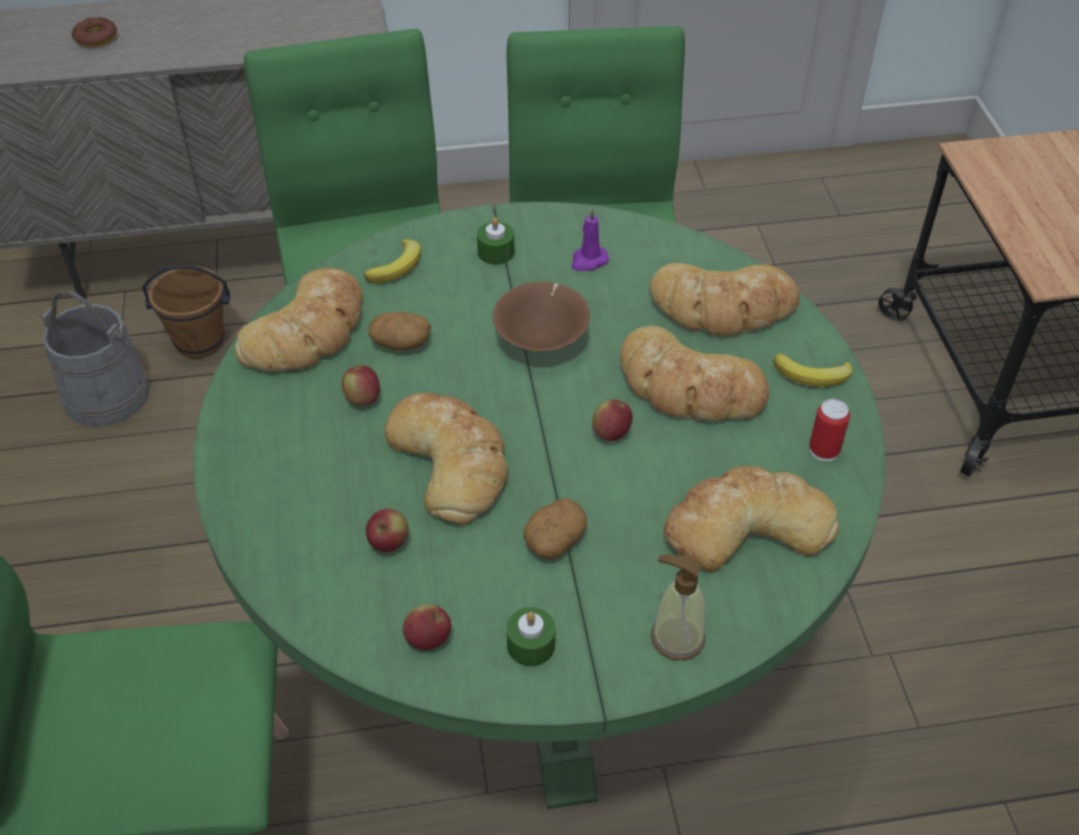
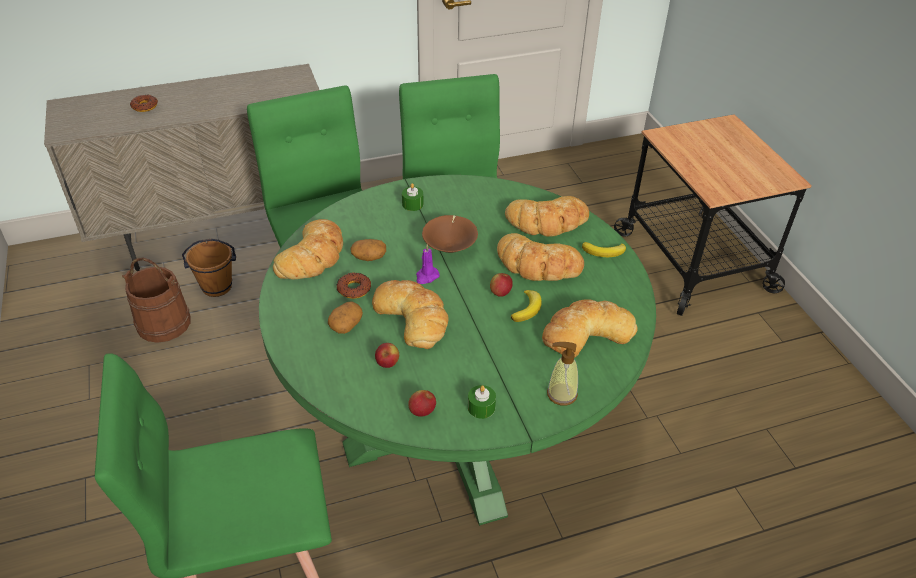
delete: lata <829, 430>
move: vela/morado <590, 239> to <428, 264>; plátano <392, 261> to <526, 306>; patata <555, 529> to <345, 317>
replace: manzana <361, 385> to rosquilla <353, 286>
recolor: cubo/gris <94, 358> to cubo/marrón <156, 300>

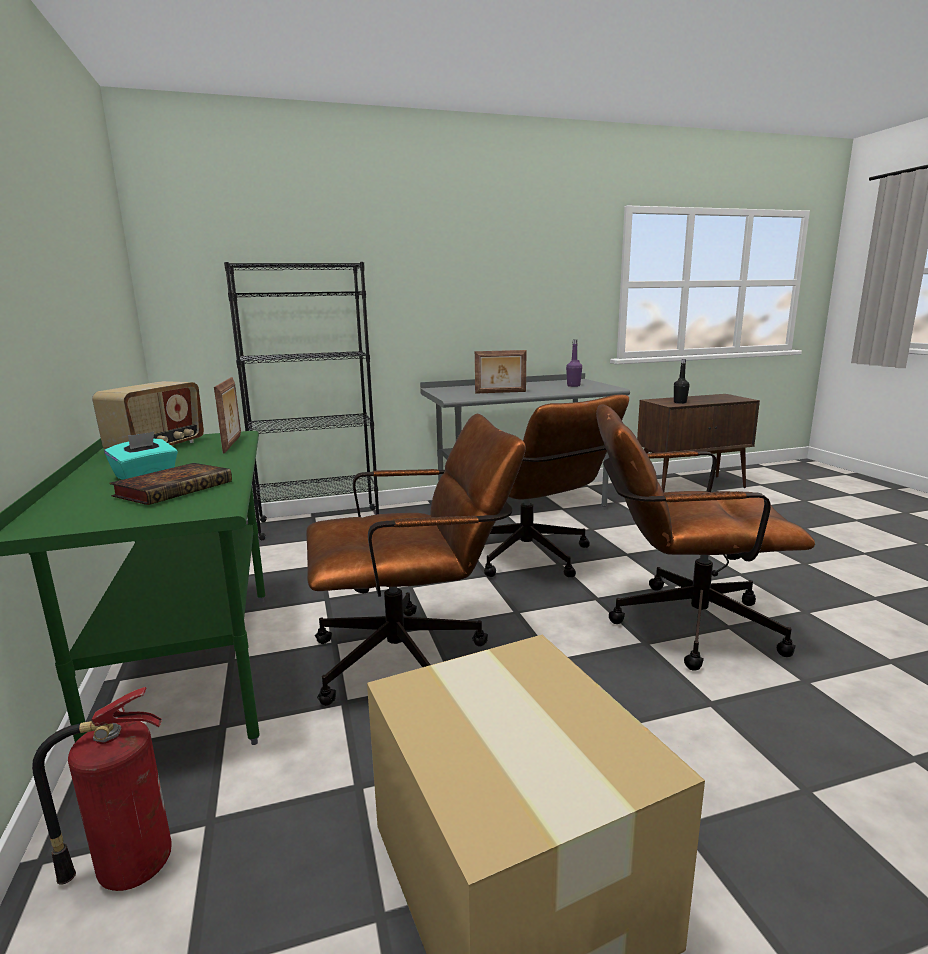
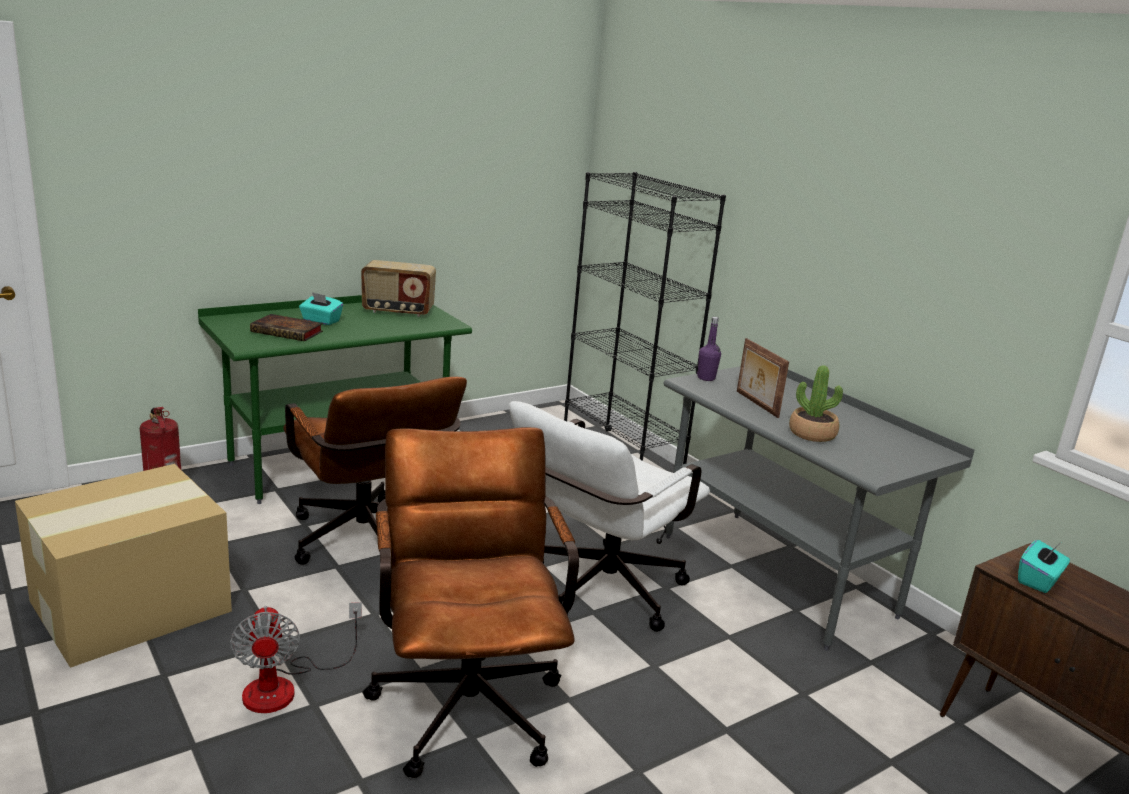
delete: portarretratos <227, 415>
insert: planta en maceta <816, 403>; ventilador <296, 657>
move: botella/morado <574, 363> to <709, 349>
replace: botella/negro <682, 381> to caja de pañuelos/turquesa <1044, 566>
recolor: silla de oficina/marrón <556, 485> to silla de oficina/blanco <609, 516>

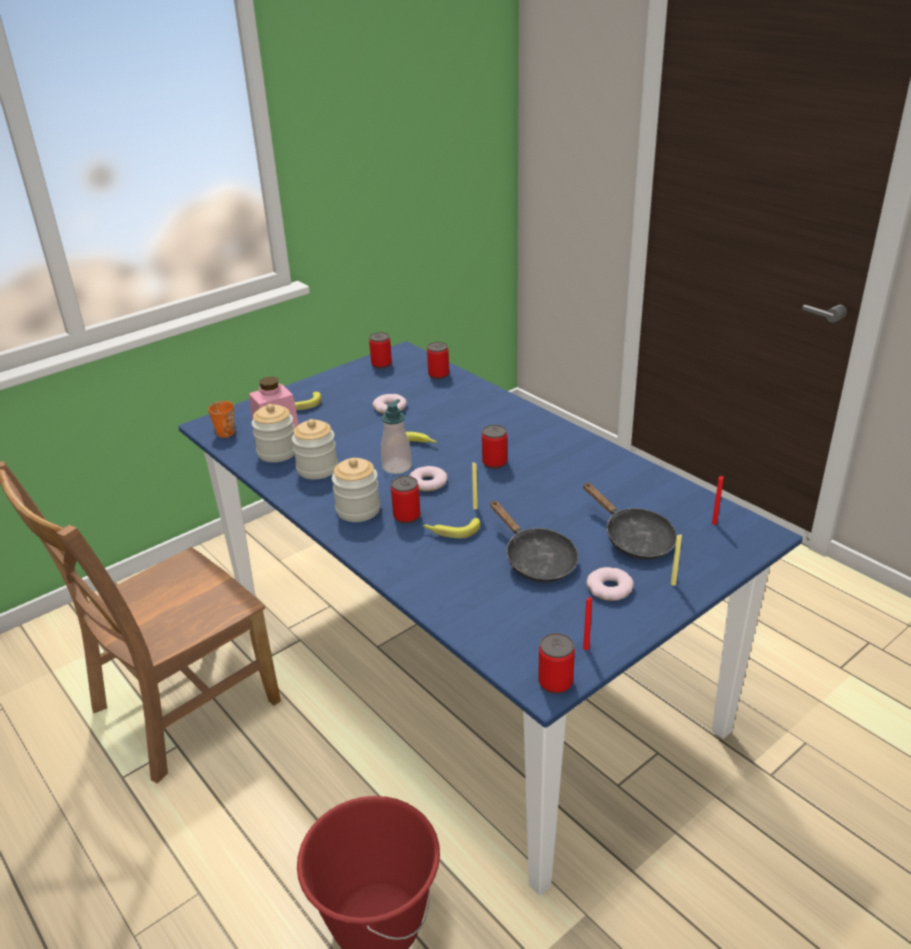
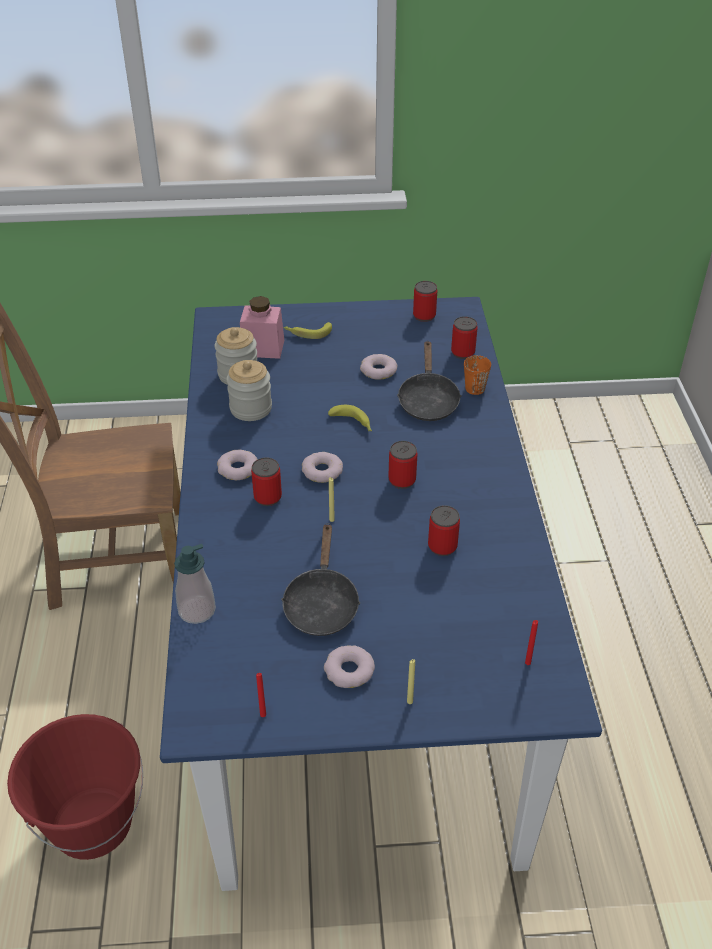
delete: plátano <451, 528>
move: dispensador de jabón <396, 436> to <195, 584>; taza grande/naranja <221, 419> to <477, 375>; sartén/negro <630, 521> to <429, 381>; lata <556, 663> to <444, 530>
replace: tarro <356, 490> to rosquilla <237, 465>

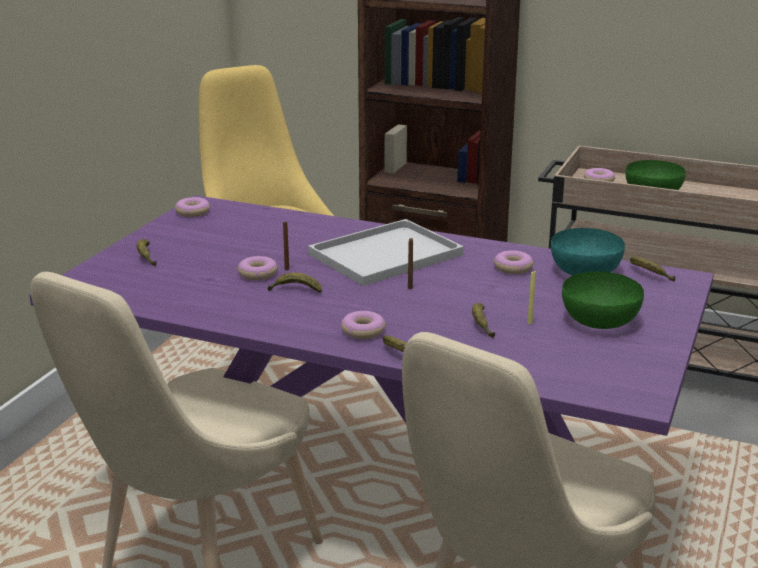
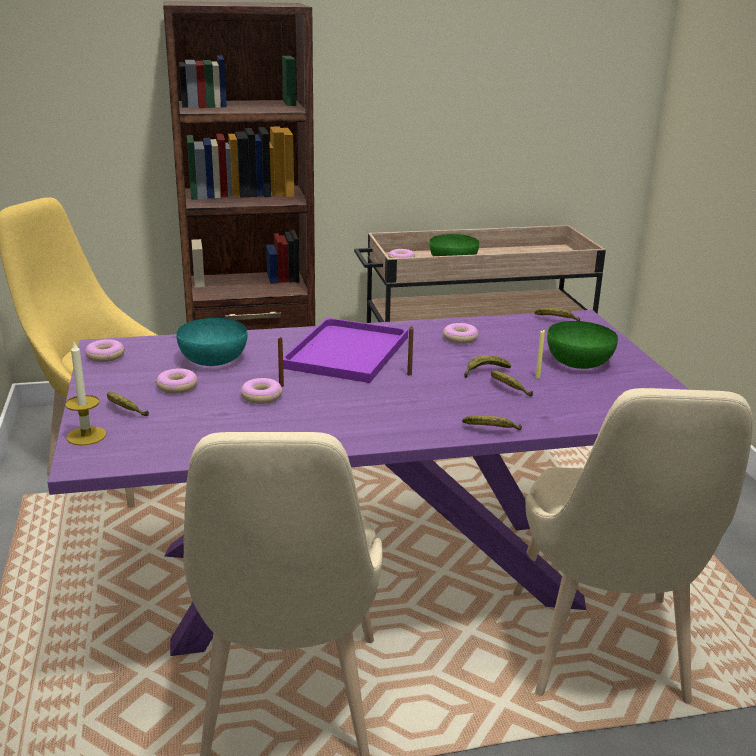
insert: vela <85, 393>
move: cuenco/turquesa <588, 251> to <212, 342>; plátano <294, 282> to <487, 366>; rosquilla <363, 325> to <177, 381>
recolor: bandeja/blanco <386, 252> to bandeja/morado <345, 350>

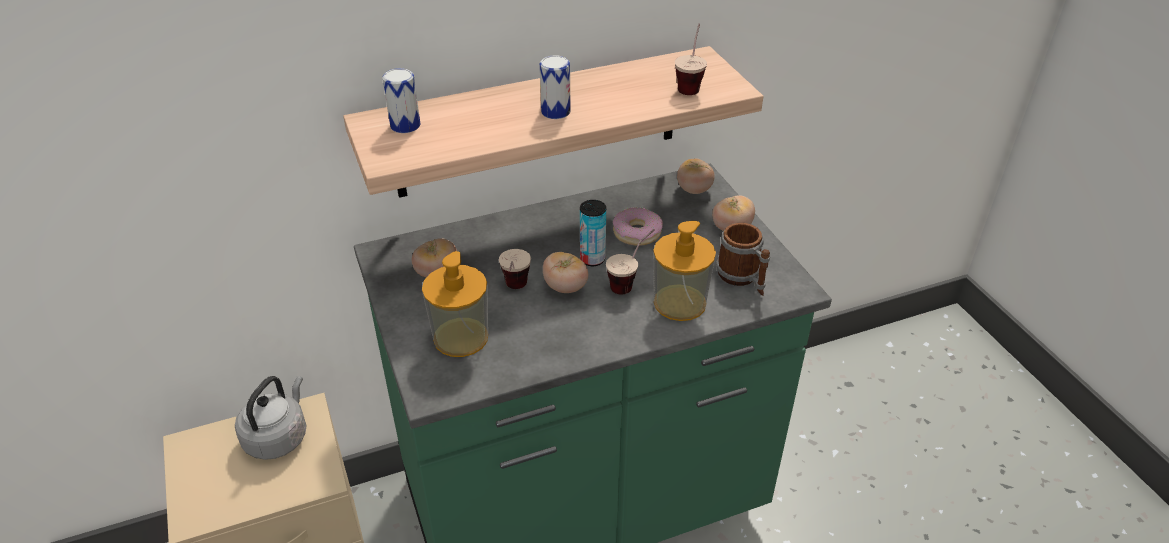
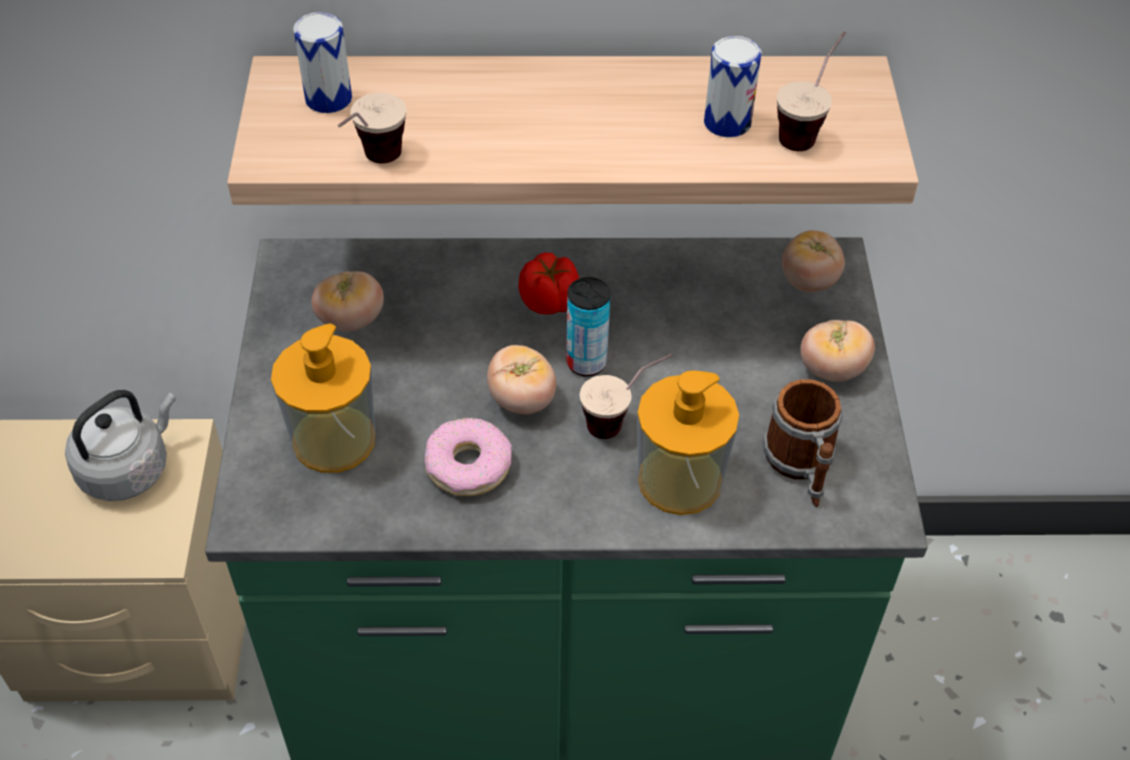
insert: tomate <549, 283>
move: lata <555, 87> to <733, 87>; rosquilla <638, 226> to <468, 457>; taza <515, 269> to <372, 128>

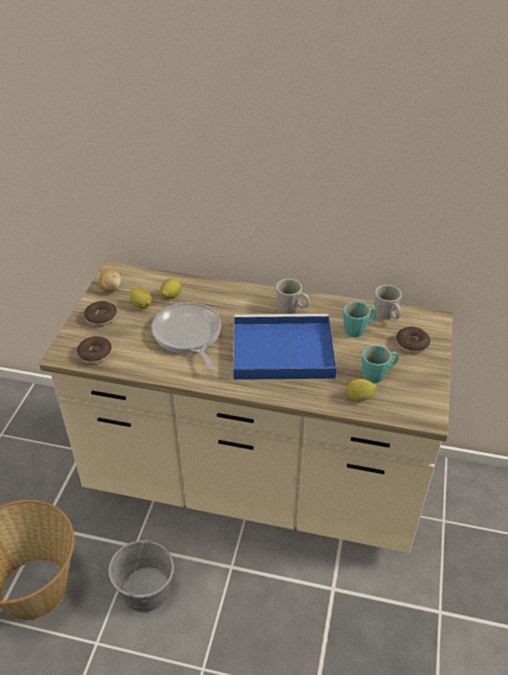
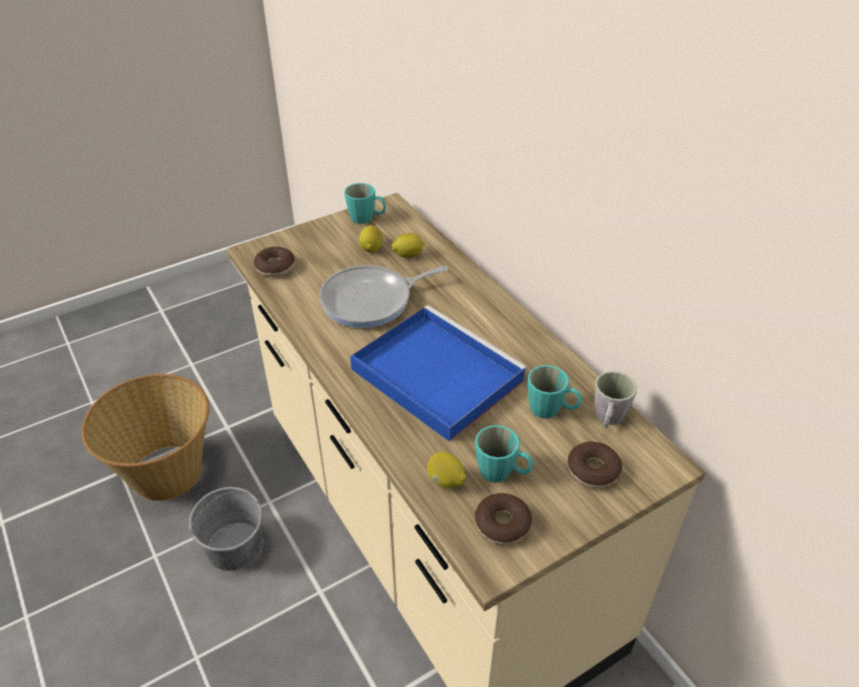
delete: taza grande/gris <293, 296>
move: rosquilla <100, 313> to <503, 519>
replace: patata <109, 281> to taza grande/turquesa <365, 203>
rotate: sartén <186, 336> = <383, 296> 135 degrees counterclockwise

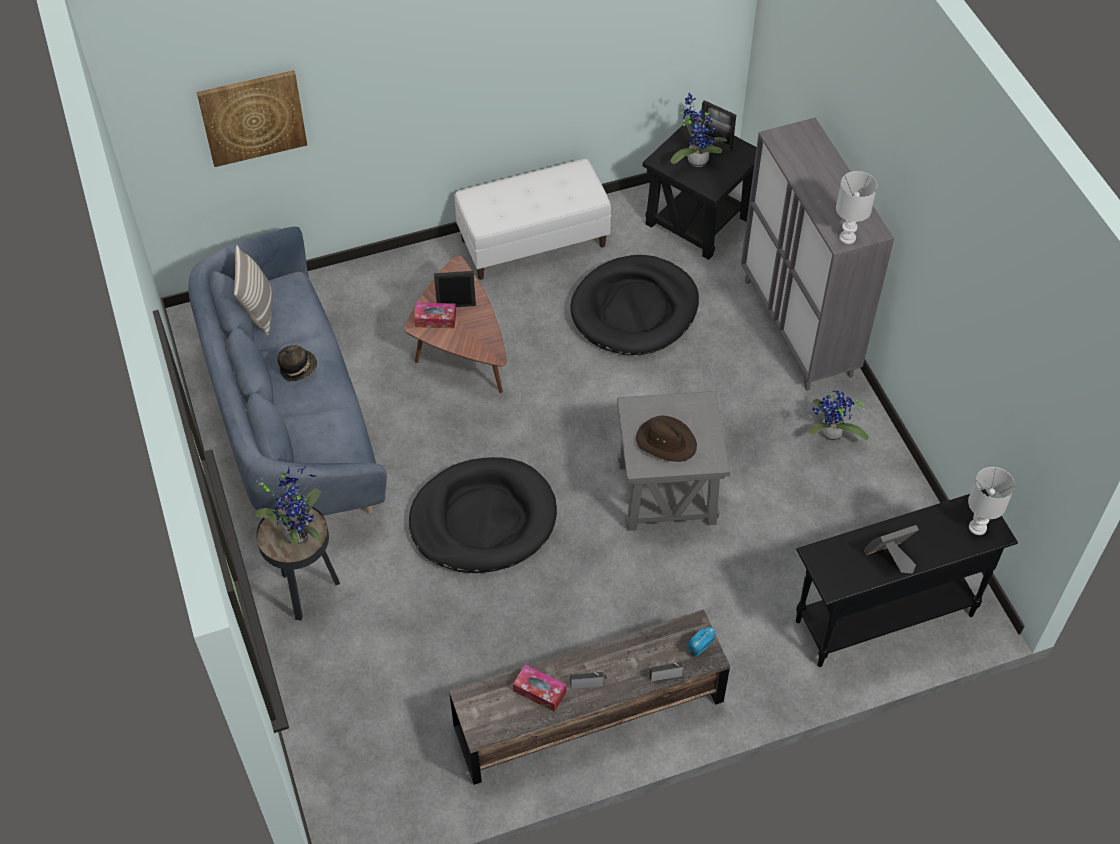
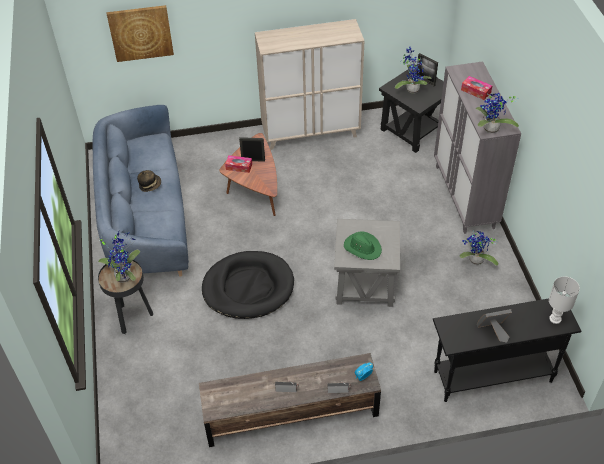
delete: cojín <253, 290>; cama para perro/negro <634, 305>
move: caja de pañuelos <539, 688> to <476, 88>
replace: banco/blanco <533, 219> to armario/beis <309, 84>; lámpara de mesa/blanco <856, 207> to planta en maceta <497, 113>
recolor: sombrero/marrón <666, 438> to sombrero/verde <363, 245>

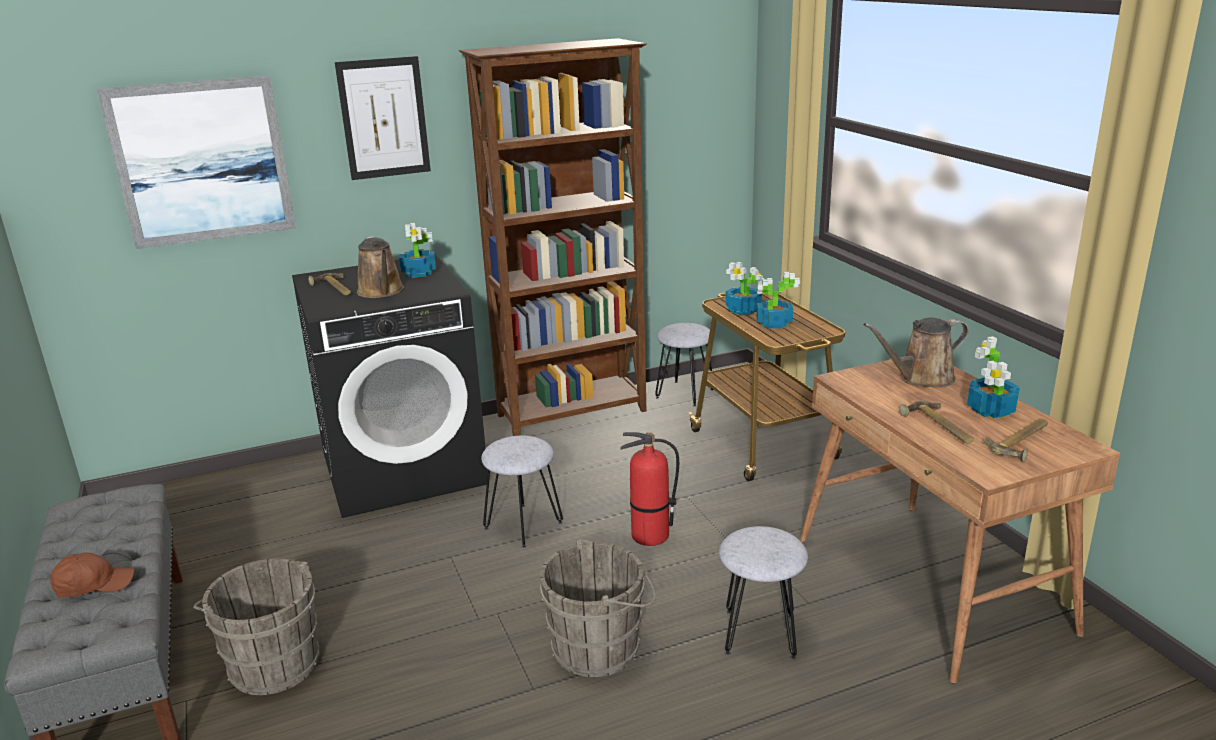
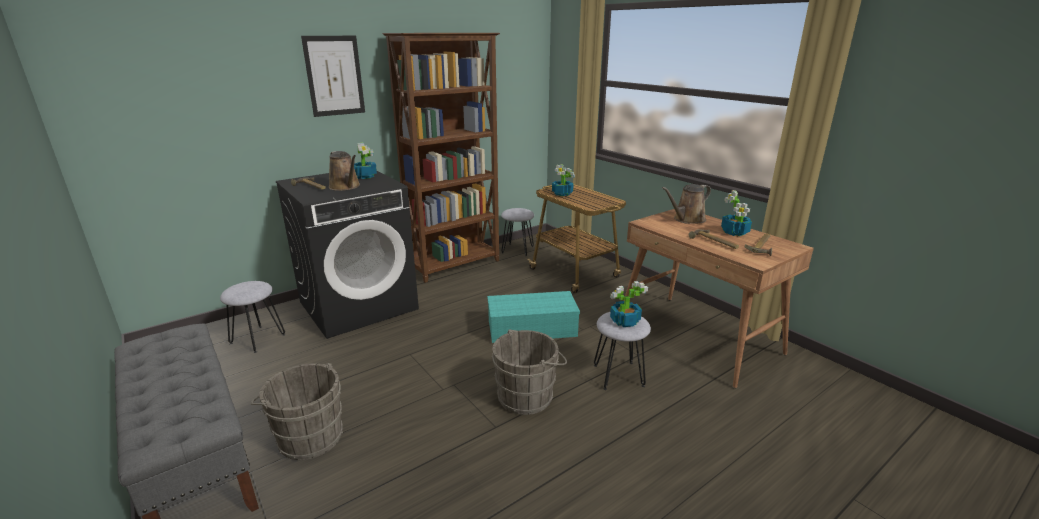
delete: cuadro <196, 162>; gorra/marrón <92, 575>
move: planta en maceta <778, 299> to <629, 304>; taburete/gris <522, 491> to <253, 317>
replace: extintor <650, 489> to caja de almacenaje/turquesa <533, 317>

